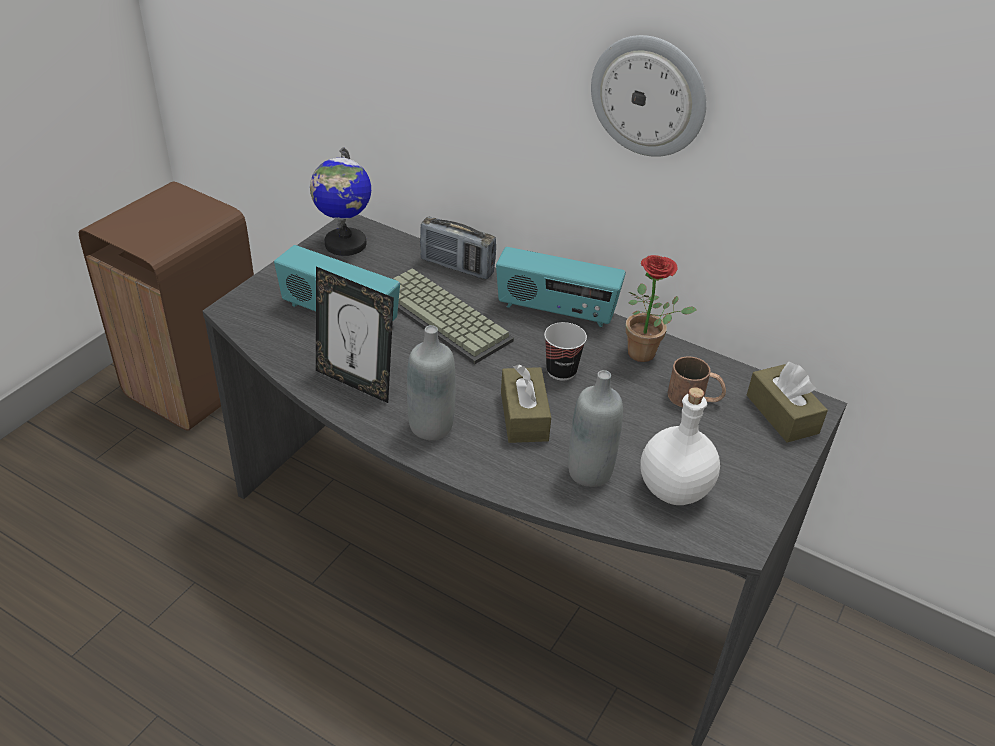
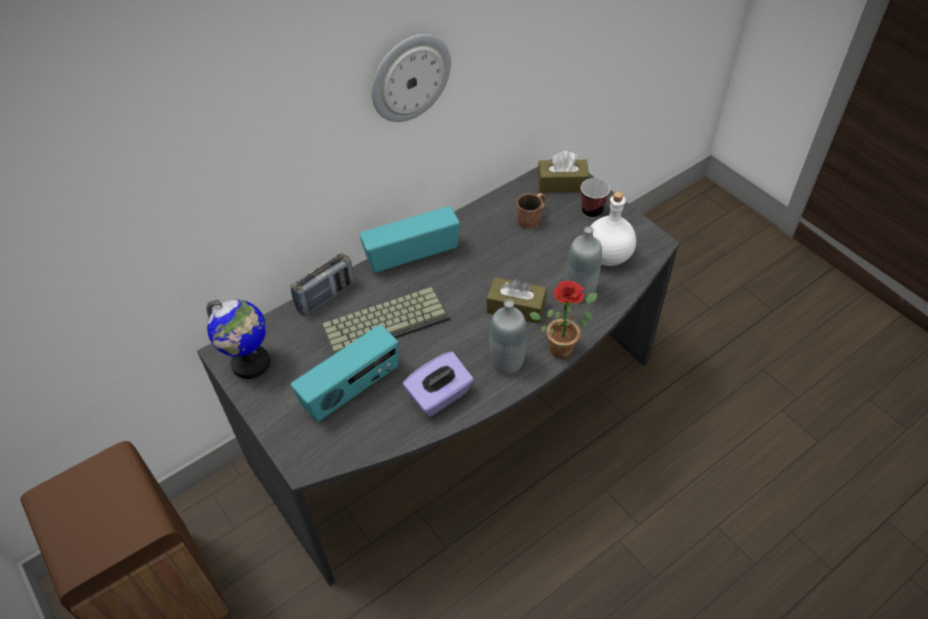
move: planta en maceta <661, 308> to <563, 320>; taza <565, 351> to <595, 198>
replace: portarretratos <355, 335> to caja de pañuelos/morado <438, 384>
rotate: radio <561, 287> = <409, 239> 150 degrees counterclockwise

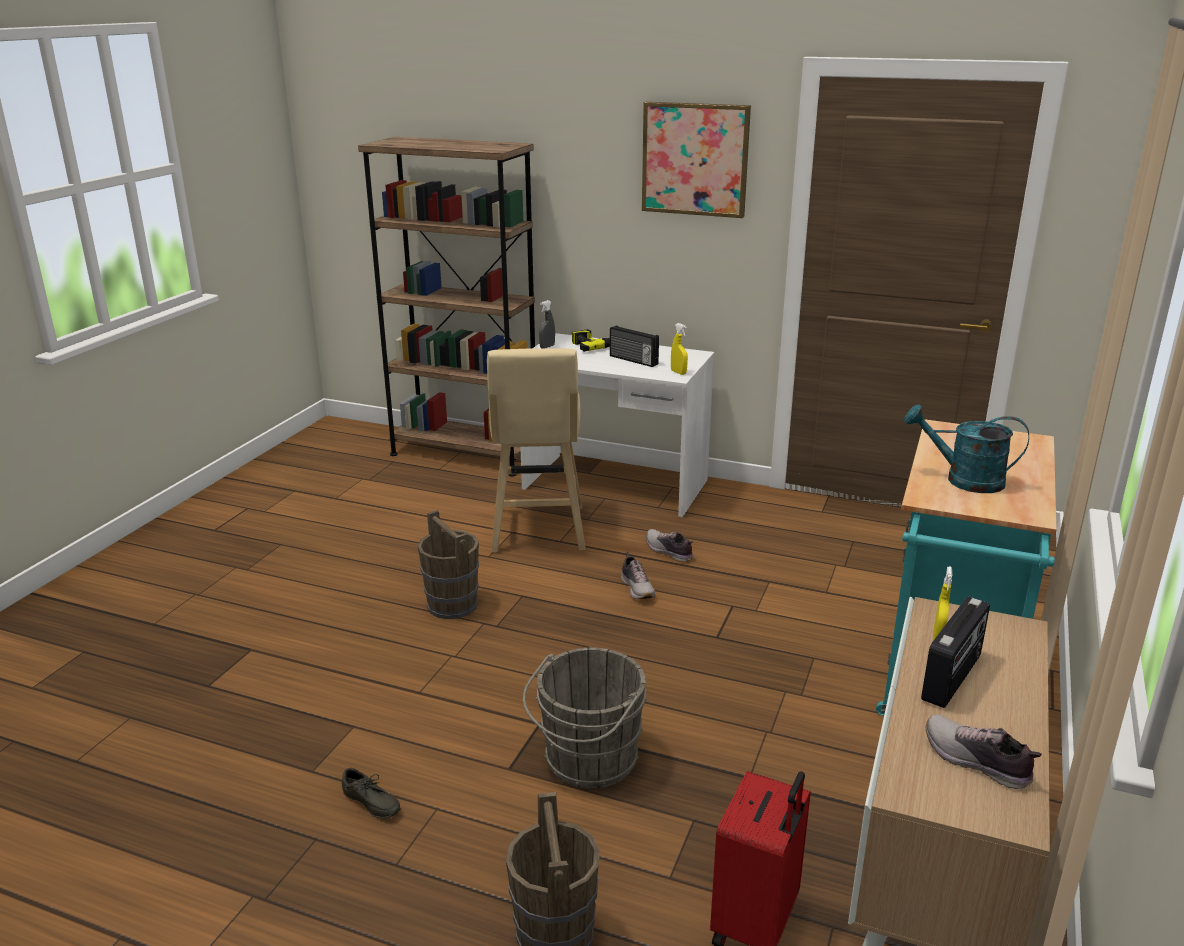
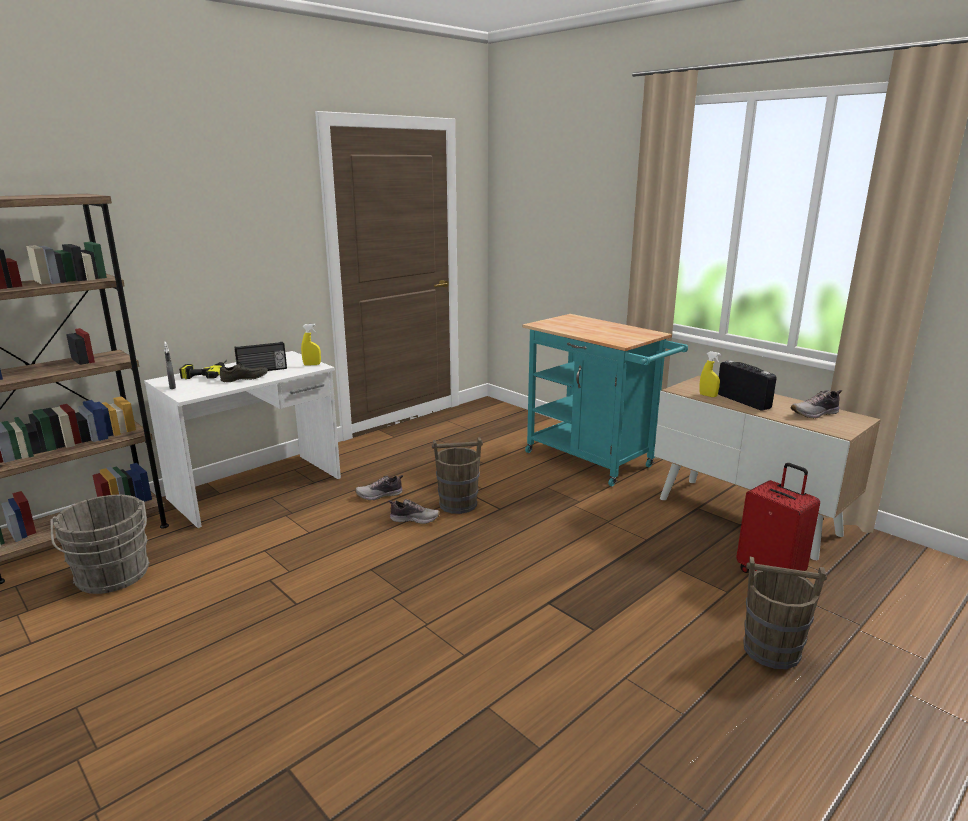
delete: cuadro <696, 160>; taburete/beis <536, 450>; regadera/turquesa <966, 448>
move: cubo/marrón <448, 564> to <457, 475>; cubo/gris <585, 718> to <100, 544>; zapato/gris <371, 793> to <244, 371>

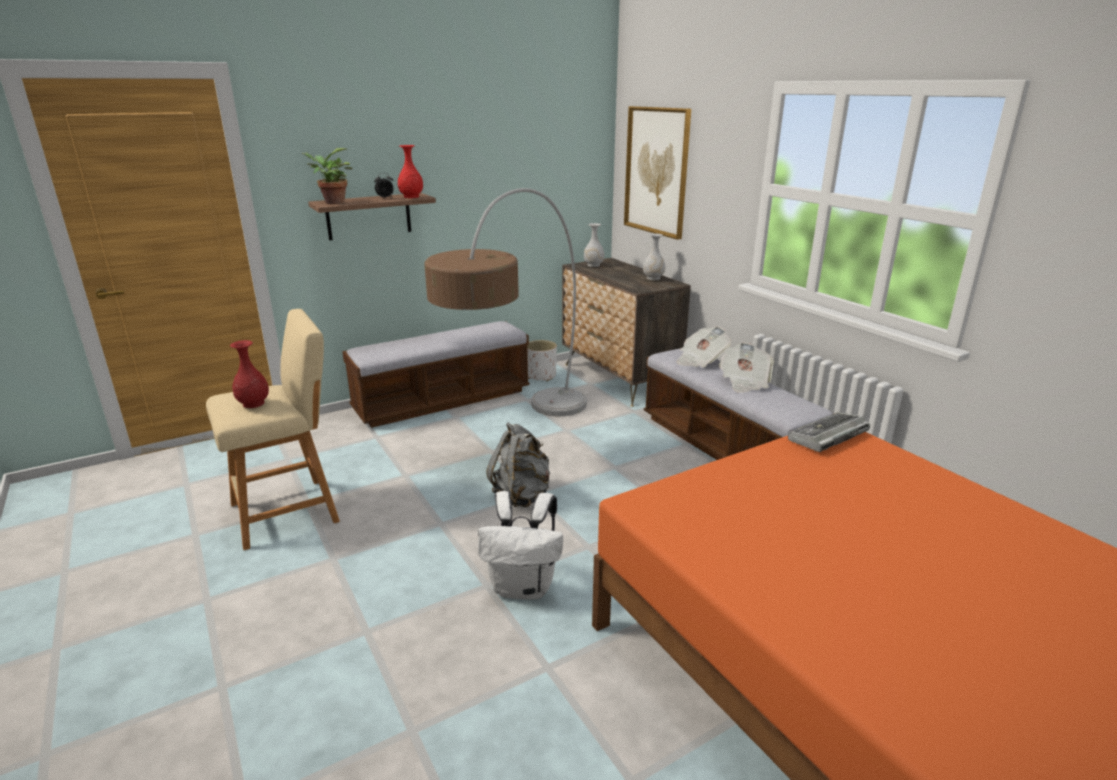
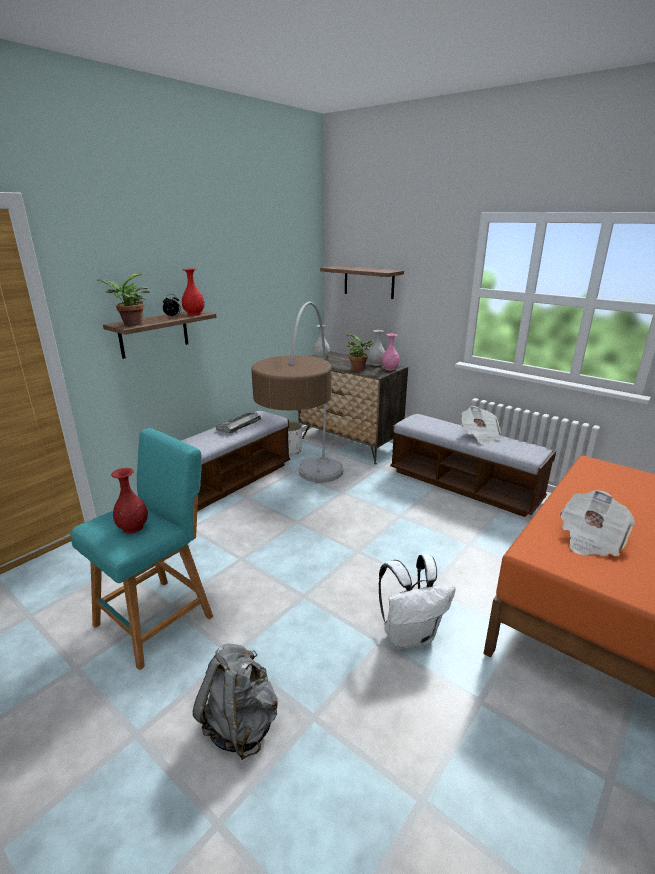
insert: planta en maceta <360, 352>; florero/rosa <390, 352>
move: periódico <703, 347> to <597, 523>; teclado <829, 432> to <238, 423>; mochila/gris <518, 464> to <235, 702>
replace: cuadro <657, 173> to estante <362, 282>
recolor: taburete/beis <273, 429> to taburete/turquesa <141, 549>

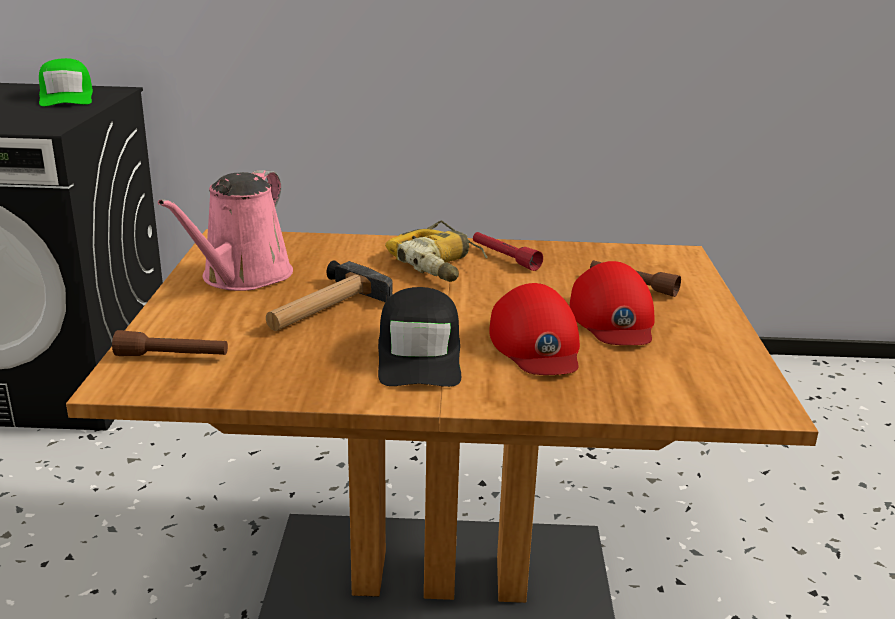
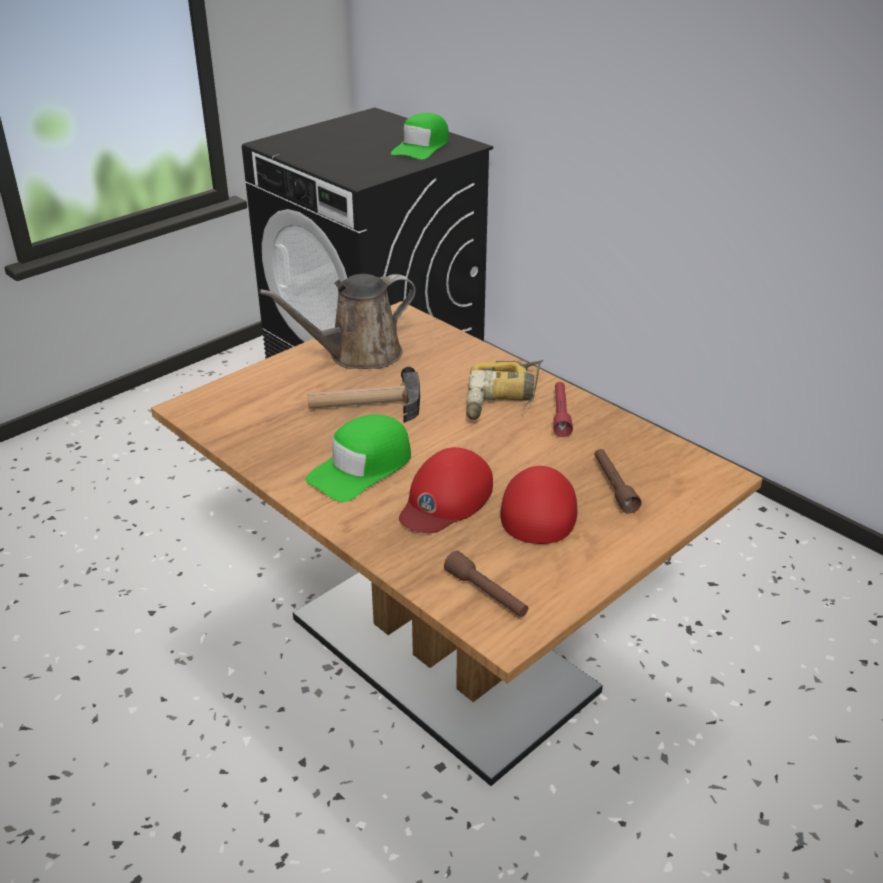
move: linterna/marrón <170, 343> to <486, 584>
recolor: regadera/rosa <225, 230> to regadera/marrón <337, 321>; gorra/negro <419, 337> to gorra/verde <358, 458>
rotate: gorra/rojo <612, 303> = <539, 505> 150 degrees clockwise

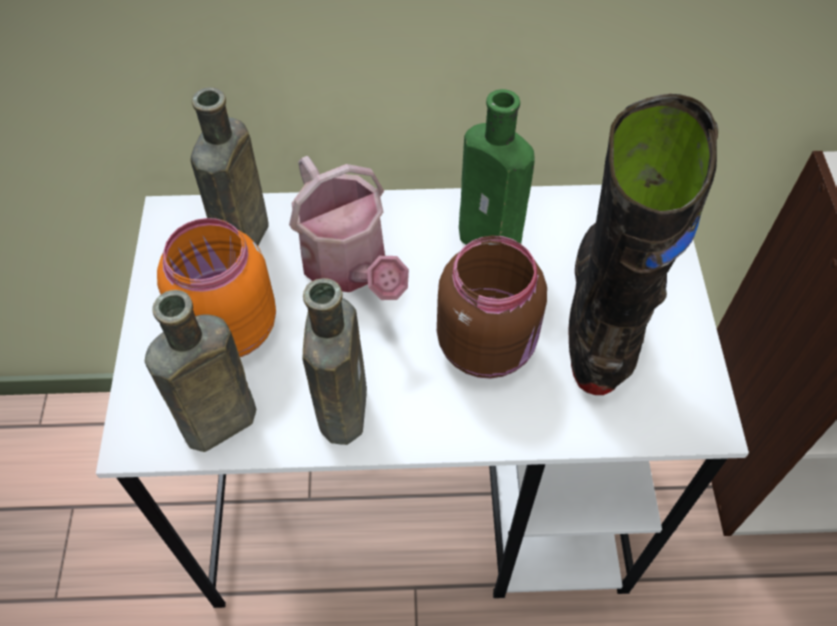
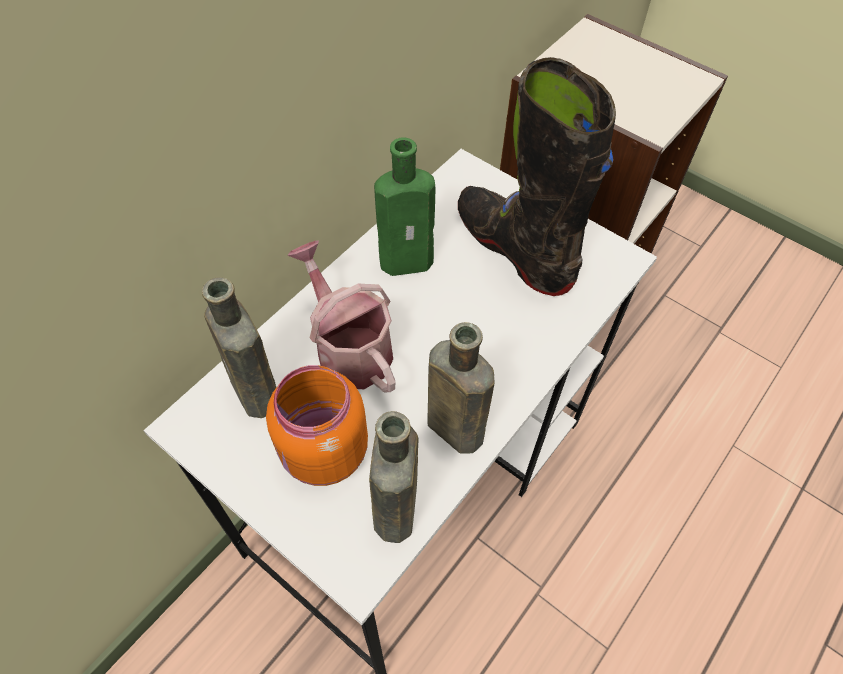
delete: tarro/marrón <492, 307>
rotate: regadera <349, 228> = <341, 317> 135 degrees counterclockwise

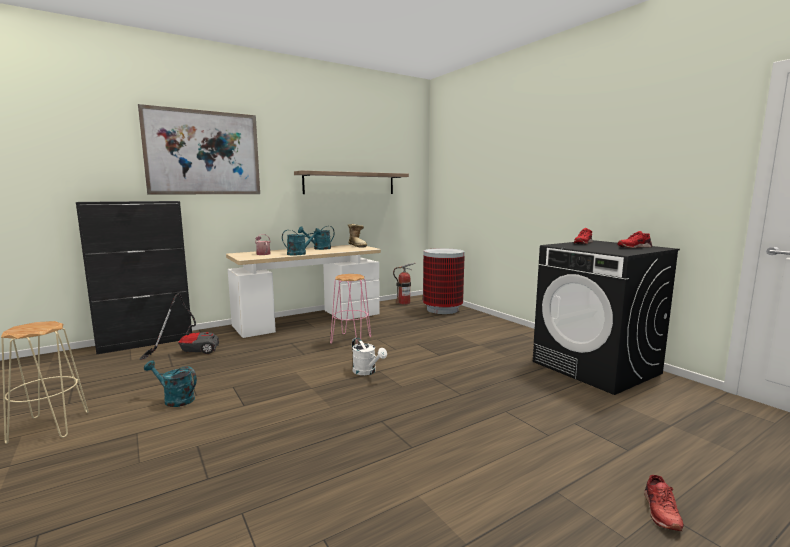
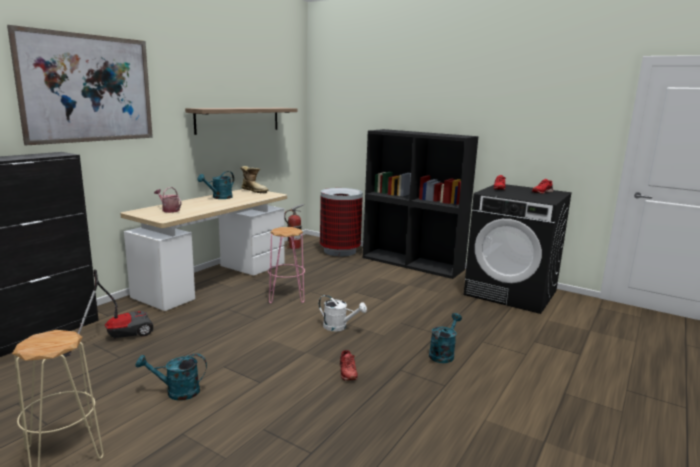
insert: estantería/negro <420, 204>
move: regadera/turquesa <301, 241> to <445, 338>; zapato/rojo <664, 503> to <349, 365>

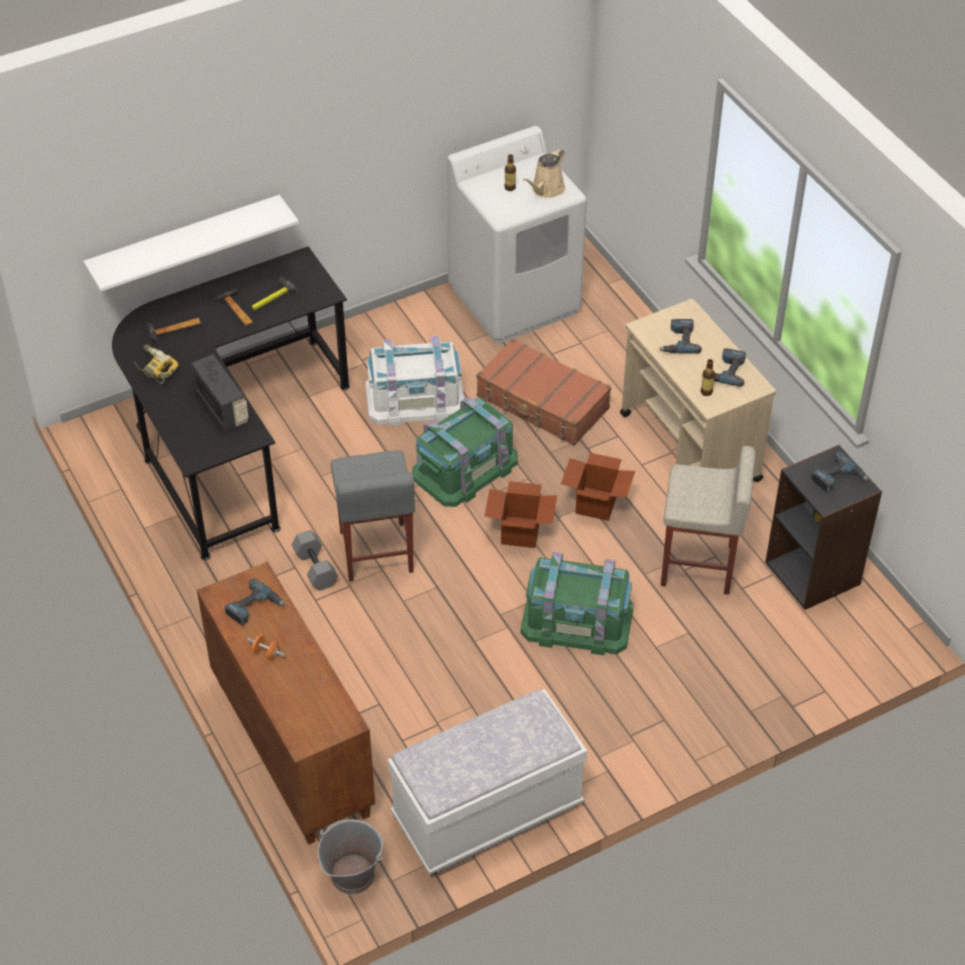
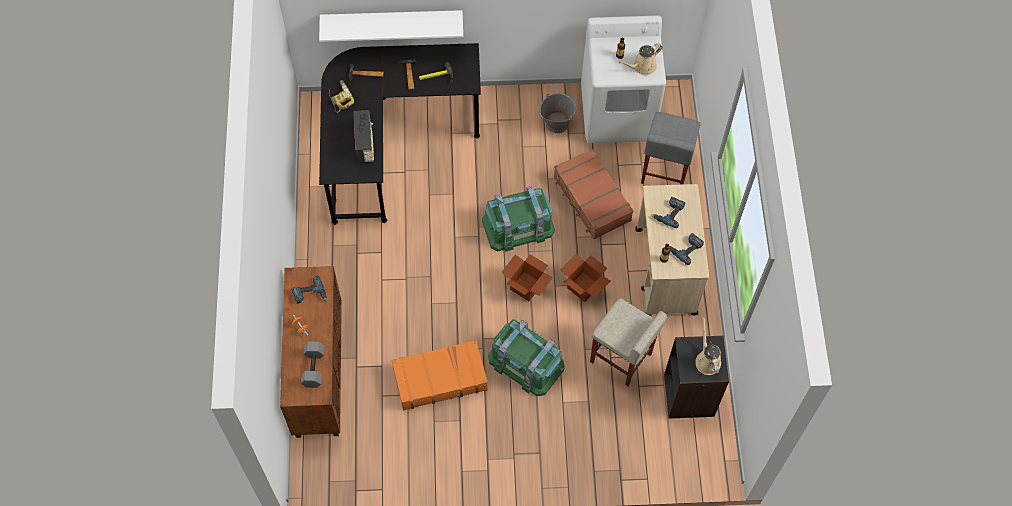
delete: caja de almacenaje/blanco <414, 381>; banco/blanco <487, 781>
insert: maleta/naranja <440, 375>
move: taburete/gris <373, 516> to <670, 148>; mancuerna/gris <315, 560> to <312, 364>; cubo/gris <350, 856> to <558, 113>
replace: taladro <839, 472> to regadera/beis <708, 345>

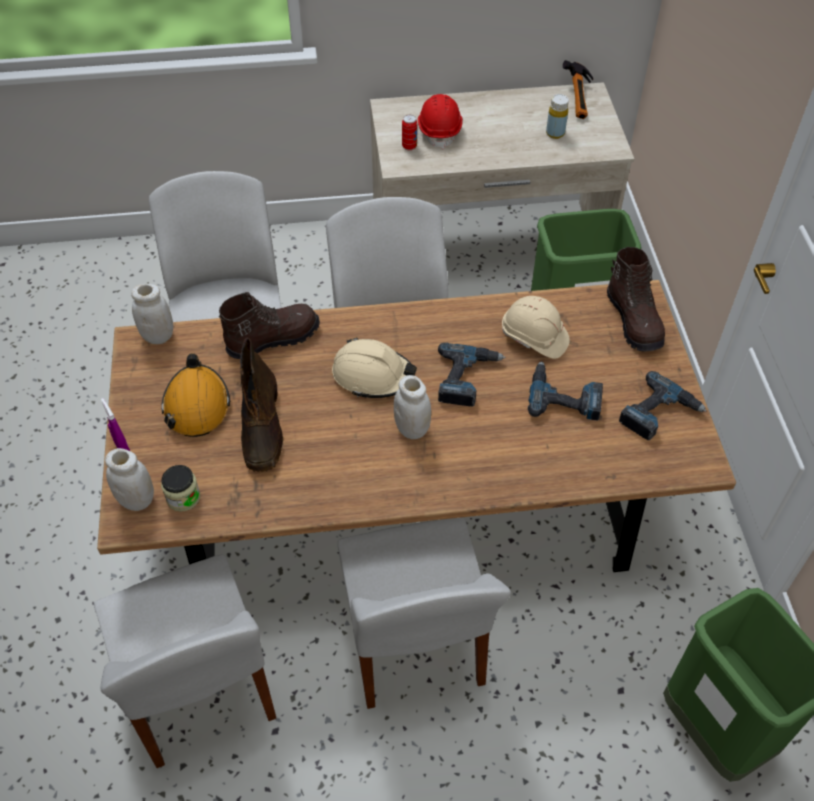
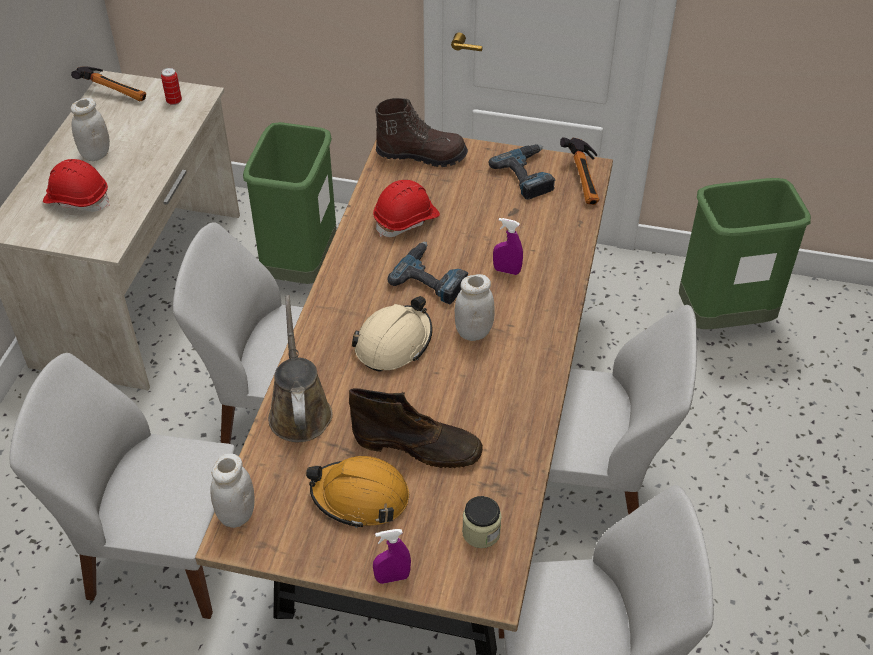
delete: botella/amarillo <557, 116>; taladro <565, 390>
insert: martillo <580, 171>; pulverizador/morado <508, 246>
move: lata <409, 132> to <171, 86>; tarro/blanco <129, 479> to <90, 129>
replace: bota/marrón <269, 325> to regadera/marrón <300, 368>
recolor: casco/beis <536, 327> to casco/rojo <406, 208>

